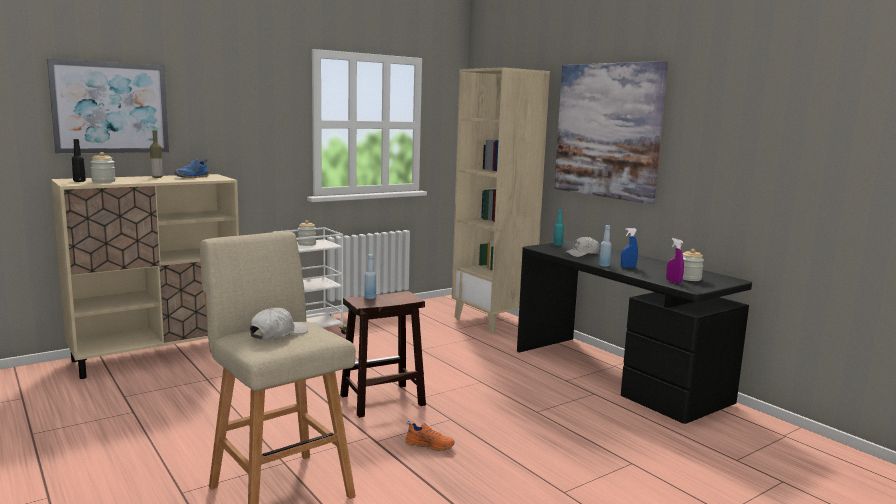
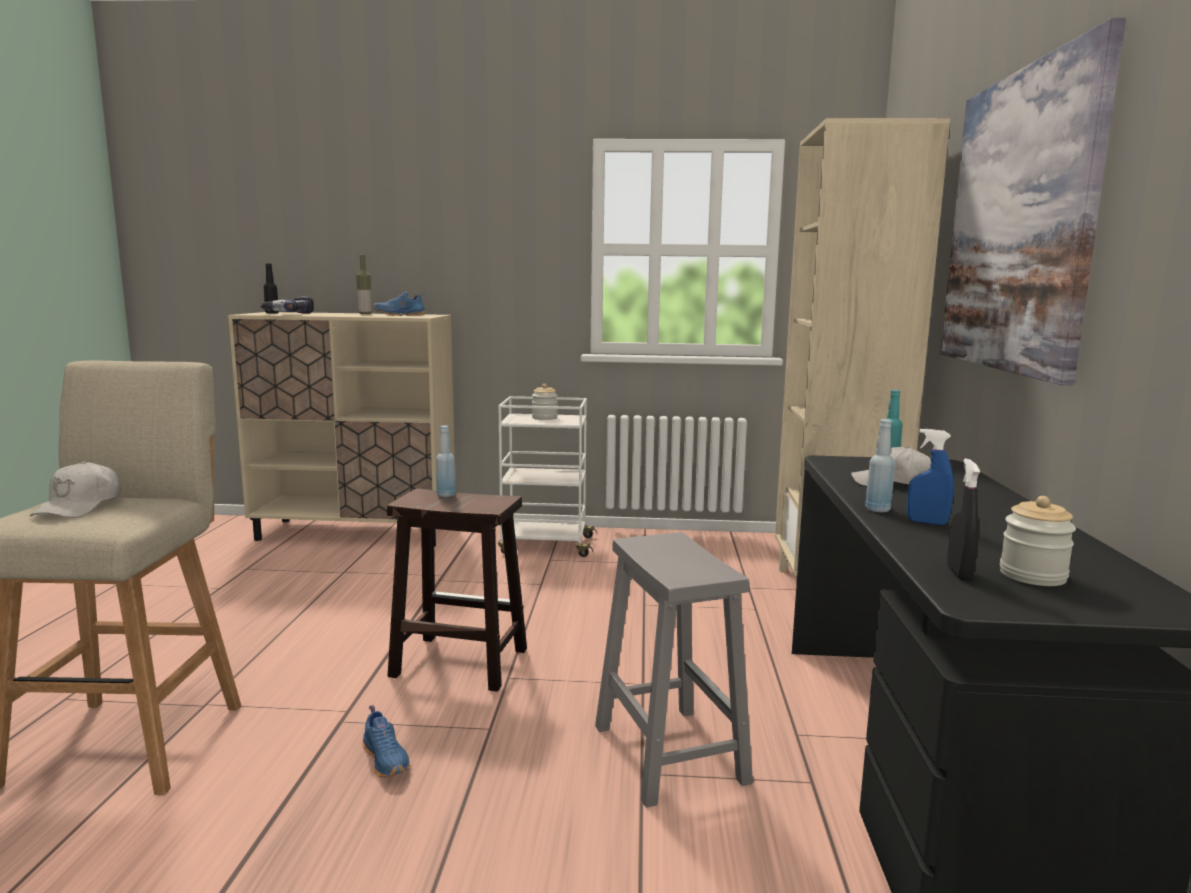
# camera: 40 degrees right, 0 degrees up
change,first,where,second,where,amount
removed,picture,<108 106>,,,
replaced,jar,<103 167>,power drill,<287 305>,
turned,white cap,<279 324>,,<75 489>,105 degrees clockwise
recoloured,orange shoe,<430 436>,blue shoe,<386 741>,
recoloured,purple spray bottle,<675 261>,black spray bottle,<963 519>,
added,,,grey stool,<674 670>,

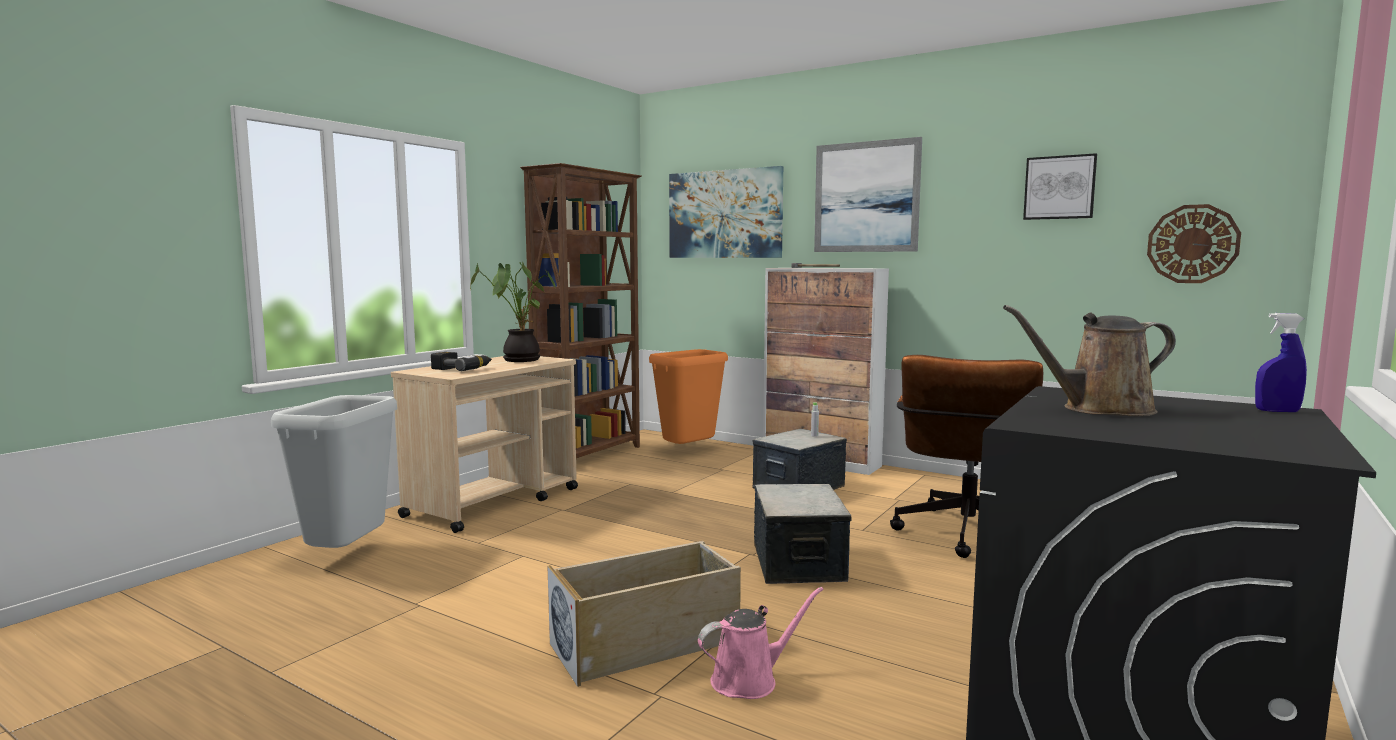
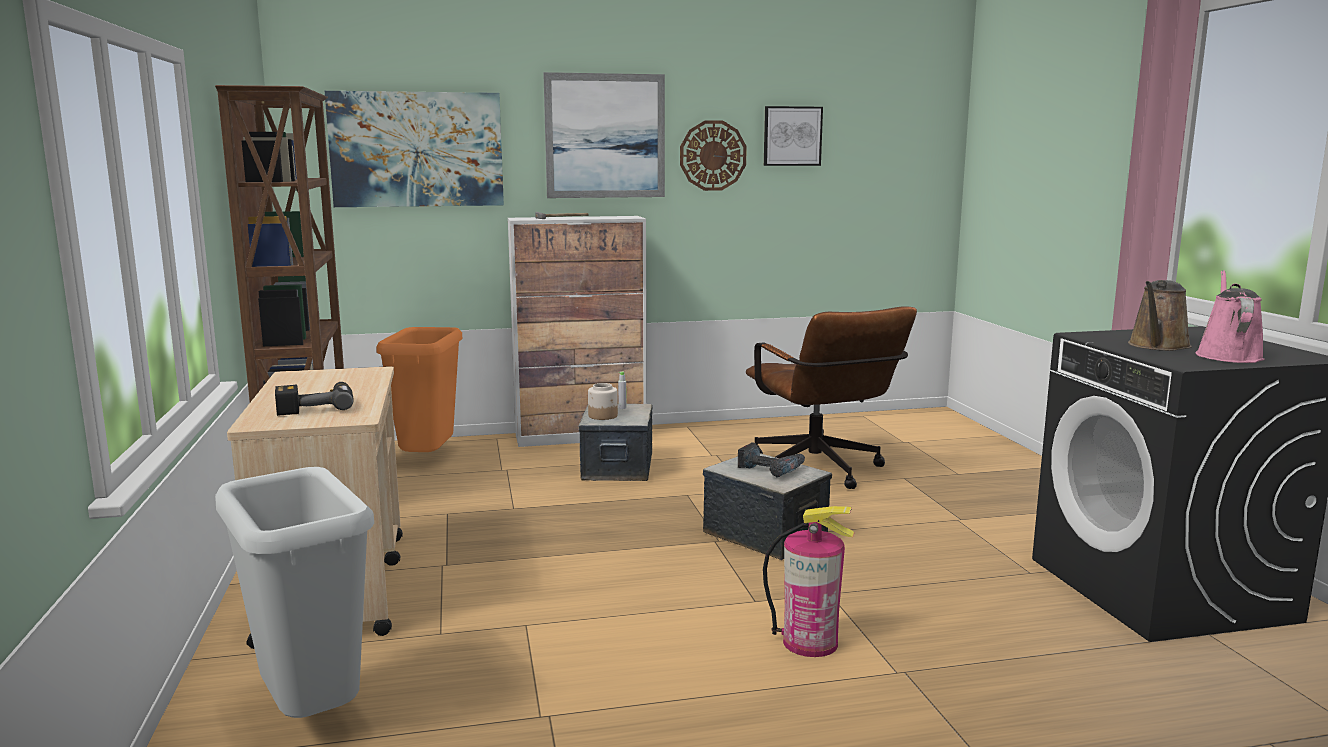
# camera: 45 degrees left, 5 degrees up
change,first,where,second,where,amount
removed,potted plant,<512 311>,,,
replaced,beige storage box,<644 614>,fire extinguisher,<809 581>,
moved,pink watering can,<760 643>,,<1230 316>,
moved,wall clock,<1194 243>,,<713 155>,
removed,blue spray bottle,<1281 362>,,,
added,,,jar,<603 401>,
added,,,power drill,<771 459>,

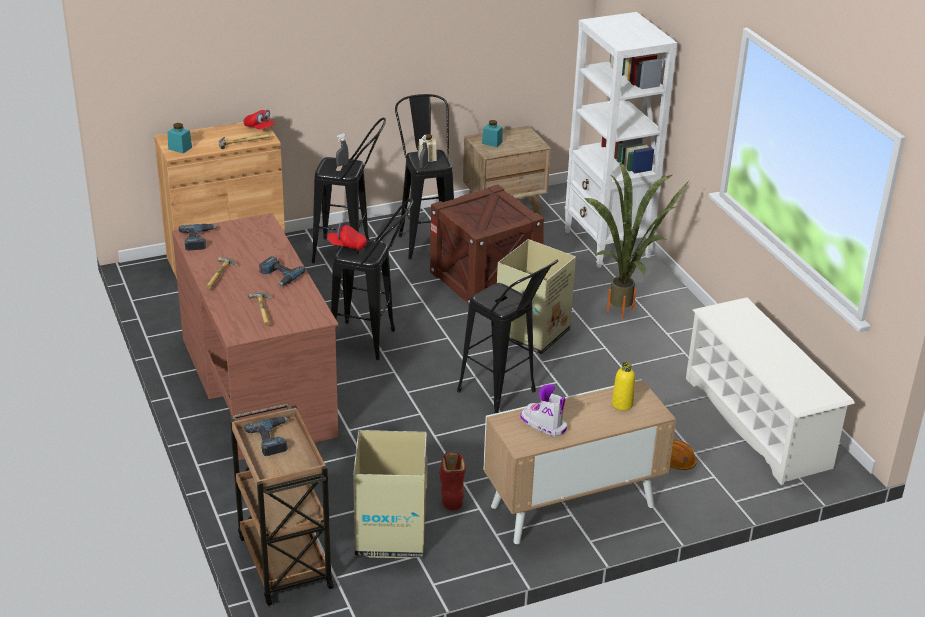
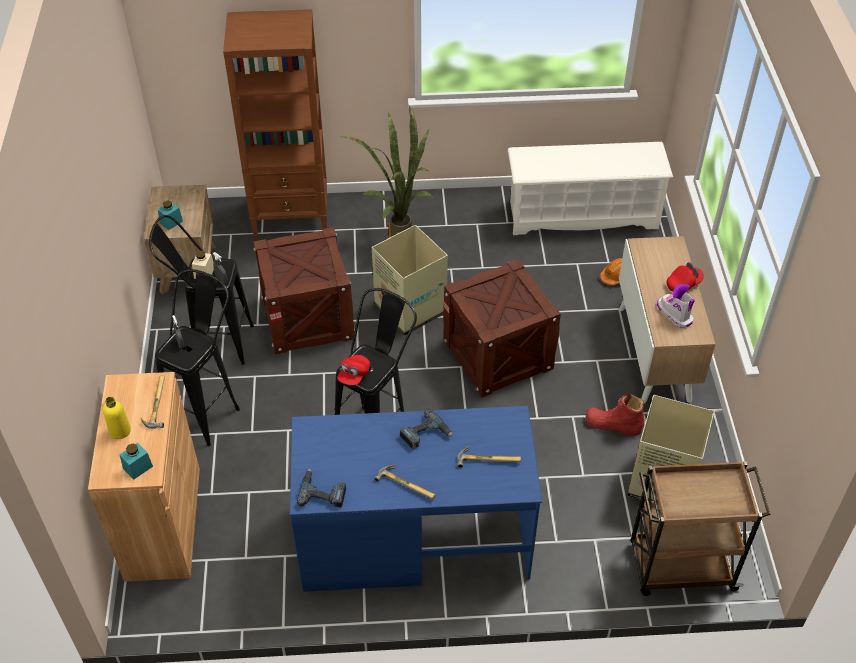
# camera: 70 degrees left, 15 degrees up
change,first,where,second,where,amount
recoloured,brown desk,<255 336>,blue desk,<416 499>,
moved,red cap,<259 119>,,<685 277>,
removed,power drill,<266 436>,,,
replaced,black stool,<507 337>,crate,<502 328>,
turned,boot,<543 410>,,<675 306>,90 degrees clockwise
recoloured,white bookcase,<621 140>,brown bookcase,<275 123>,
moved,yellow bottle,<623 386>,,<117 418>,

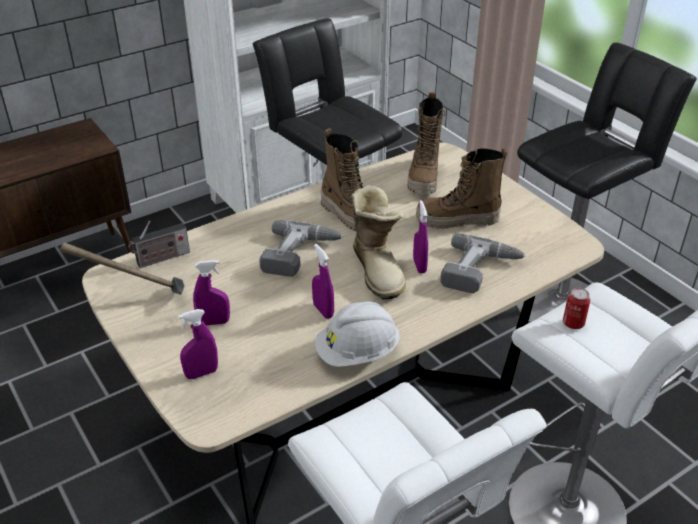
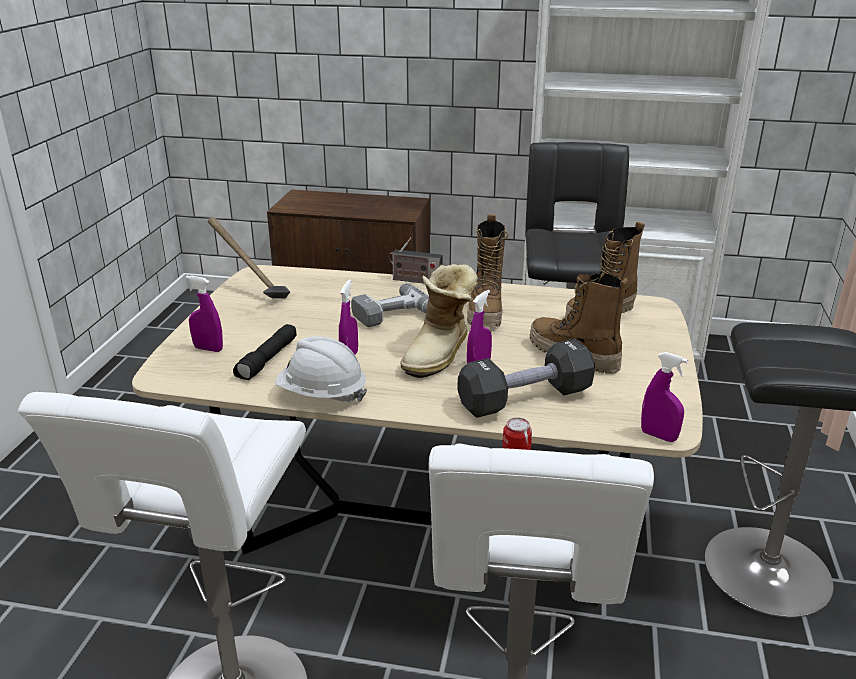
# camera: 45 degrees right, 10 degrees down
change,first,where,second,where,amount
moved,radio,<159 244>,,<415 260>,
moved,purple spray bottle,<211 292>,,<664 397>,
replaced,power drill,<483 263>,black dumbbell,<526 378>,
added,,,black flashlight,<265 352>,

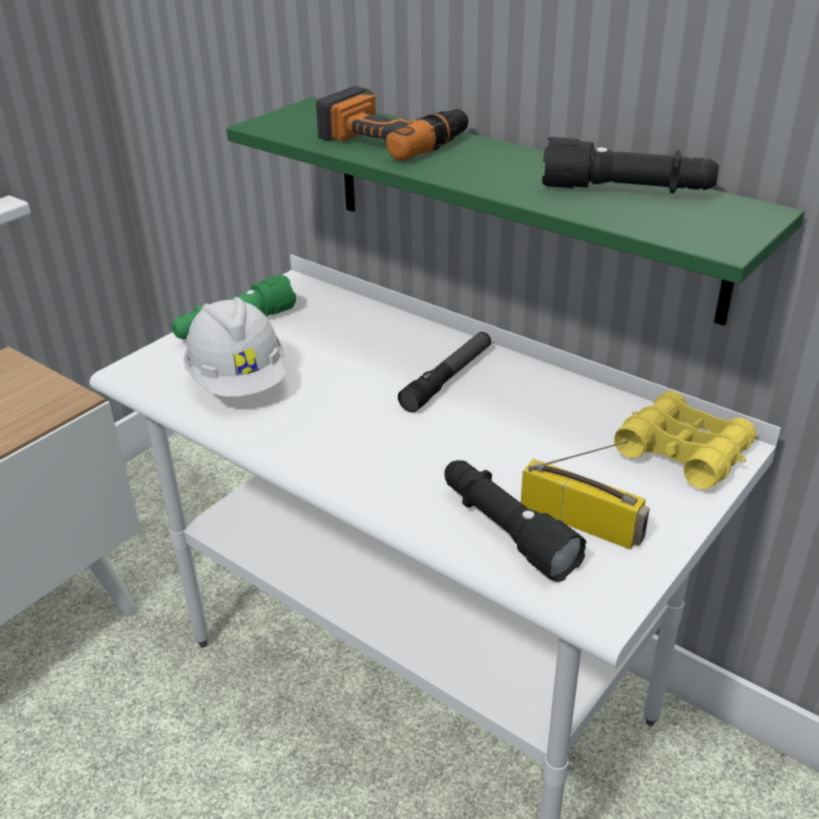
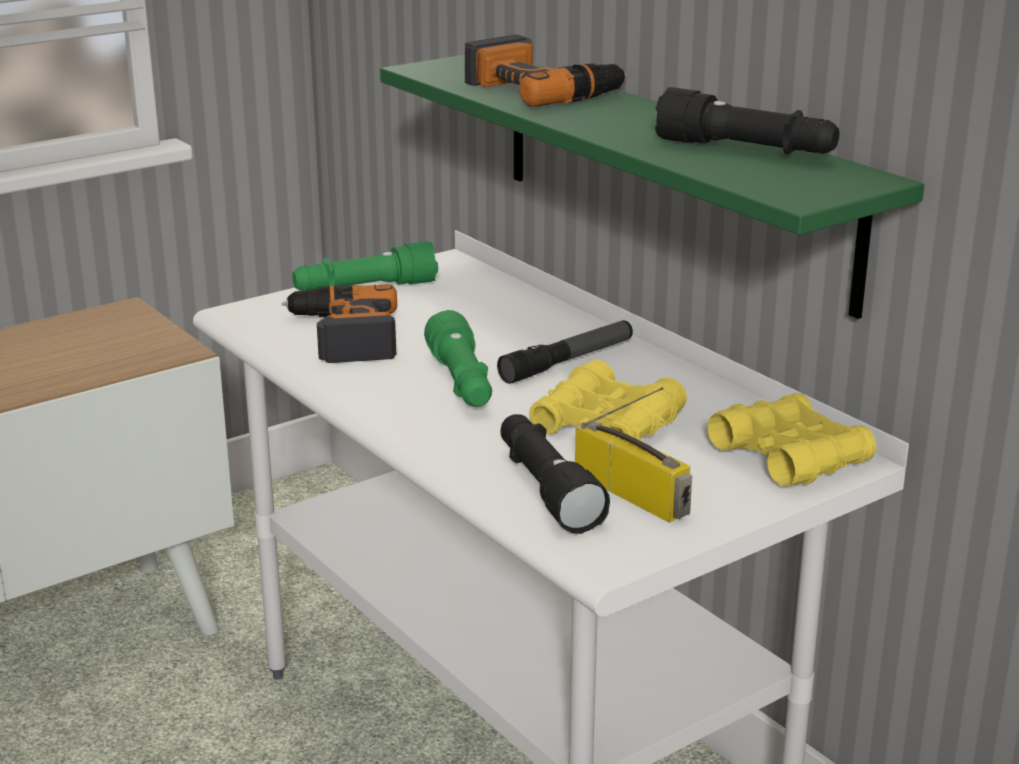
# camera: 15 degrees right, 10 degrees down
change,first,where,second,where,amount
replaced,white hard hat,<235 347>,power drill,<339 324>,
added,,,green flashlight,<458 358>,
added,,,yellow binoculars,<608 399>,

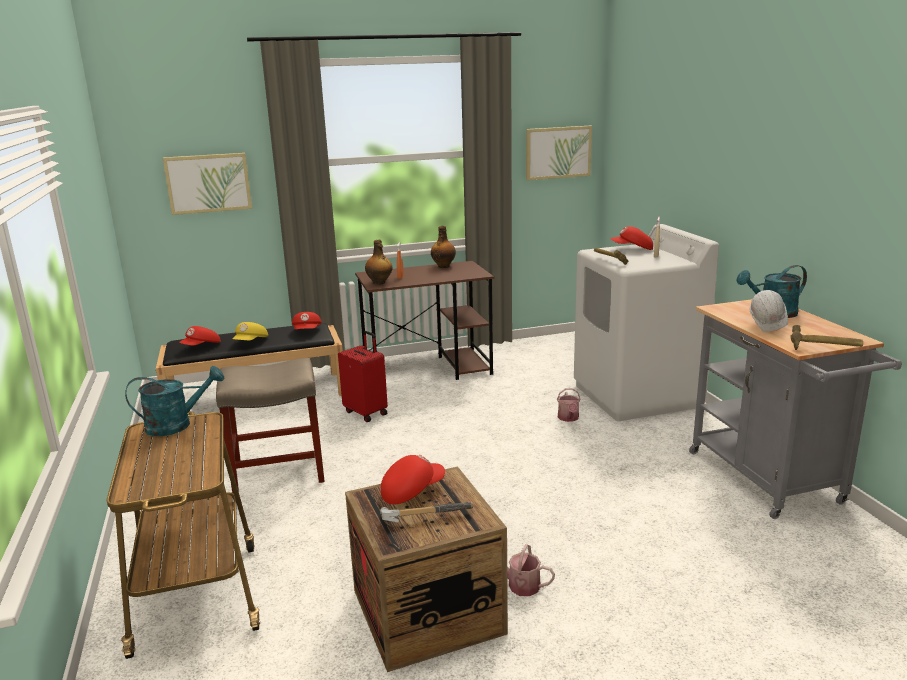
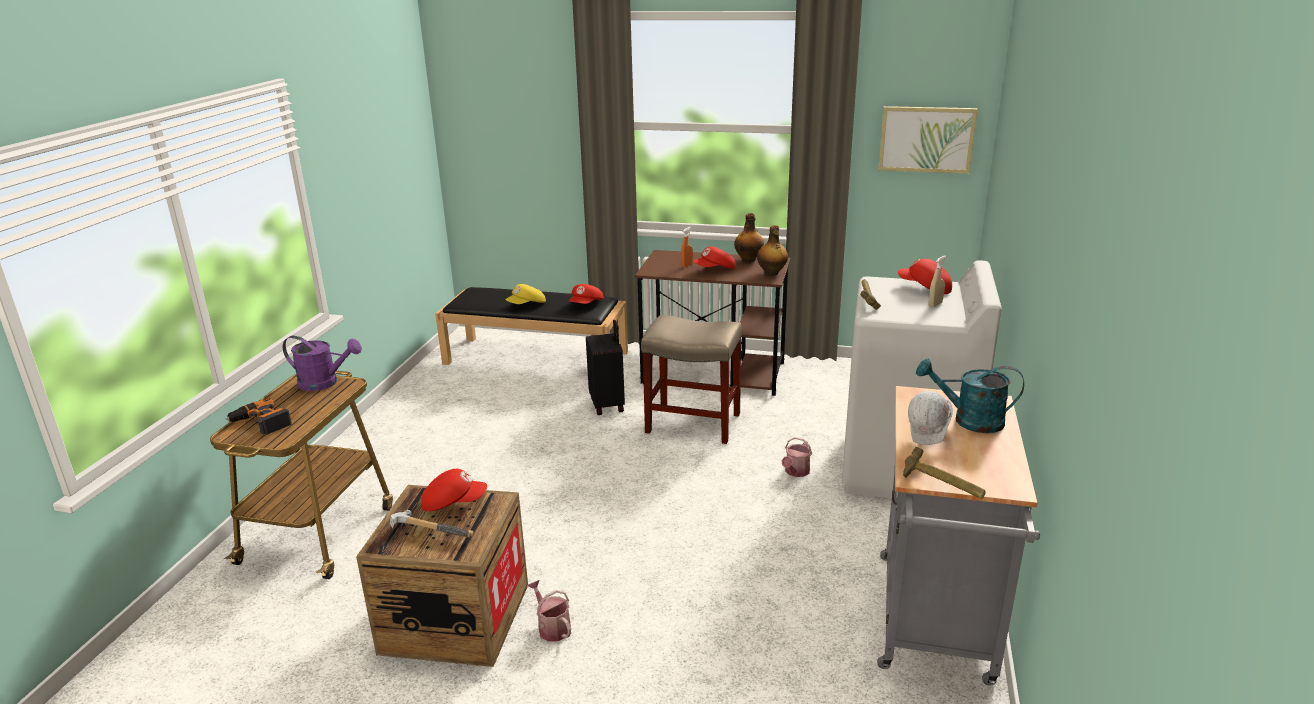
# camera: 30 degrees right, 5 degrees up
change,first,where,second,where,amount
recoloured,turquoise watering can,<174 401>,purple watering can,<322 363>,
removed,picture,<207 184>,,,
moved,red cap,<200 335>,,<714 258>,
moved,beige stool,<270 425>,,<691 379>,
recoloured,red suitcase,<363 376>,black suitcase,<605 367>,
moved,bottle,<378 262>,,<772 250>,
added,,,power drill,<259 416>,

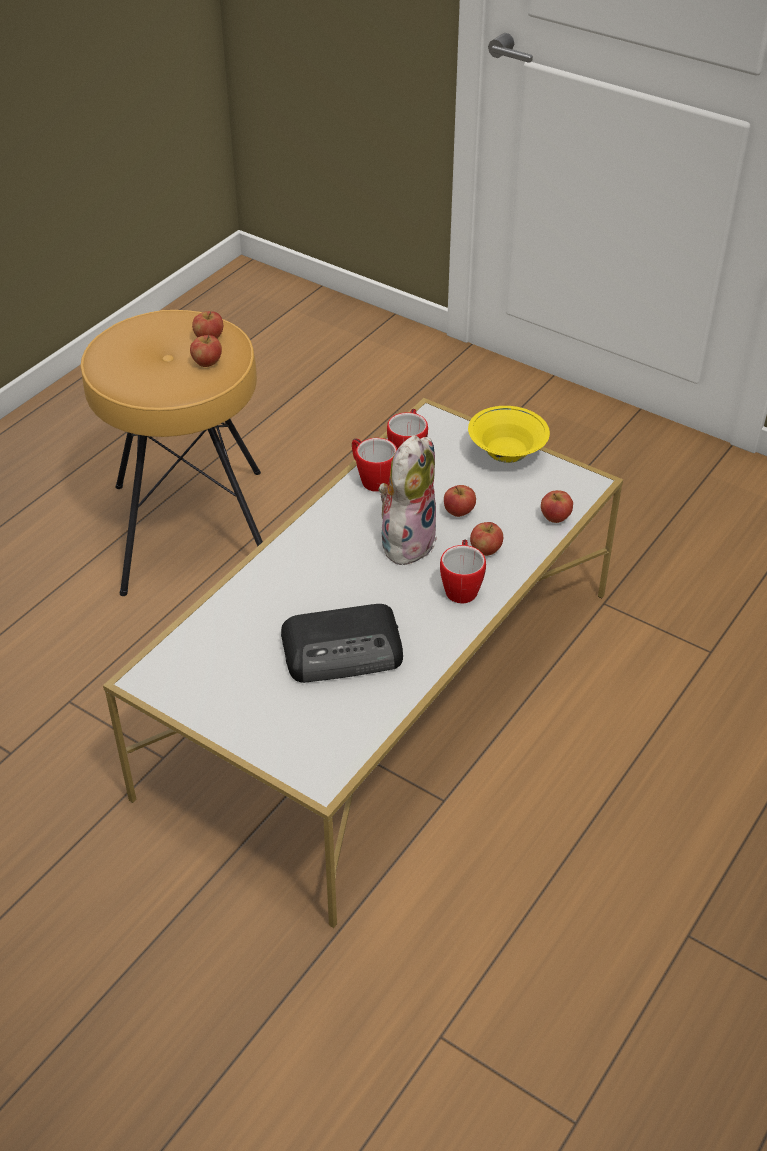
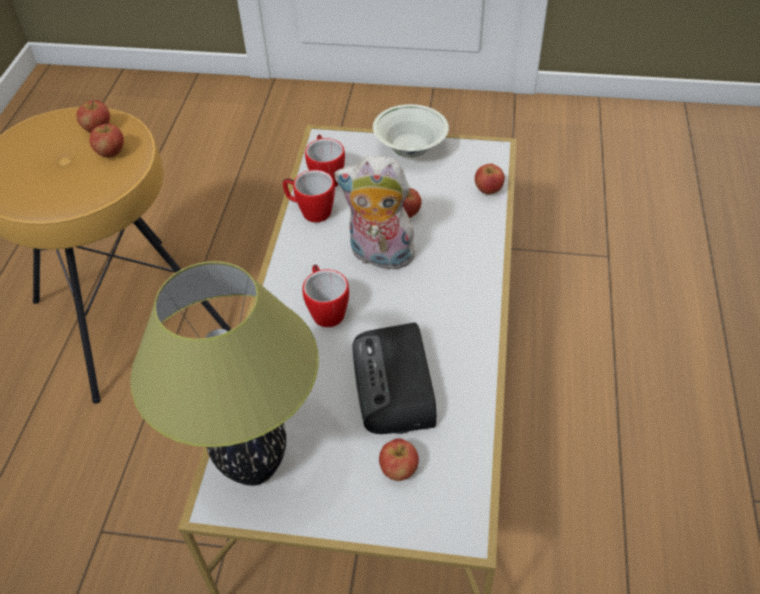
# camera: 25 degrees left, 5 degrees up
change,first,where,second,where,amount
turned,radio,<342 643>,,<394 378>,120 degrees clockwise
turned,plush toy,<407 500>,,<376 214>,75 degrees counterclockwise
moved,mug,<463 571>,,<325 295>,
recoloured,yellow bowl,<509 434>,white bowl,<411 130>,
moved,apple,<486 539>,,<399 460>,
added,,,table lamp,<224 373>,

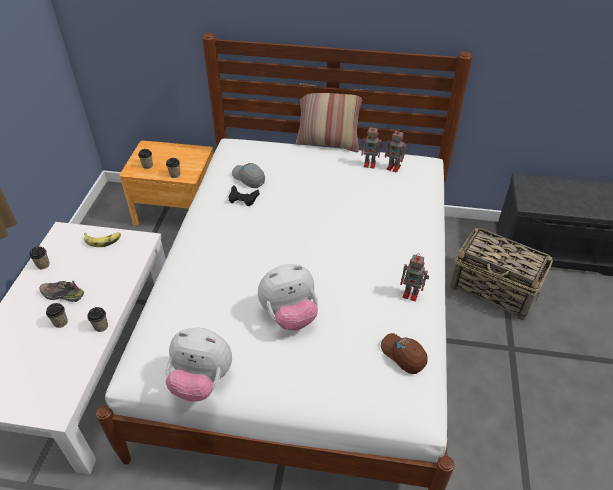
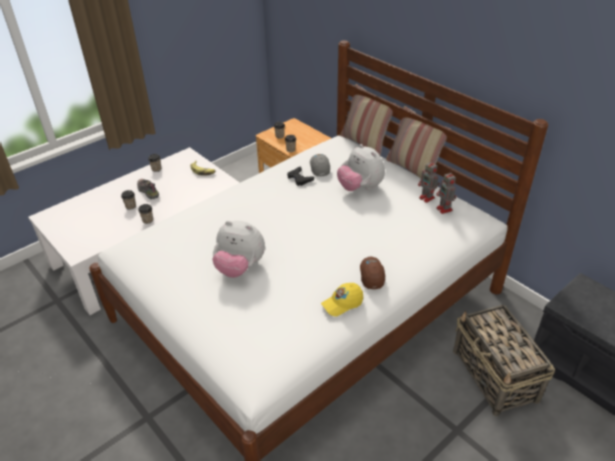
# camera: 40 degrees right, 5 degrees down
change,first,where,second,where,amount
moved,plush toy,<199 365>,,<361 167>,
moved,brown cap,<404 353>,,<372 272>,
replaced,toy robot,<414 277>,yellow cap,<342 300>,
added,,,pillow,<368 120>,

